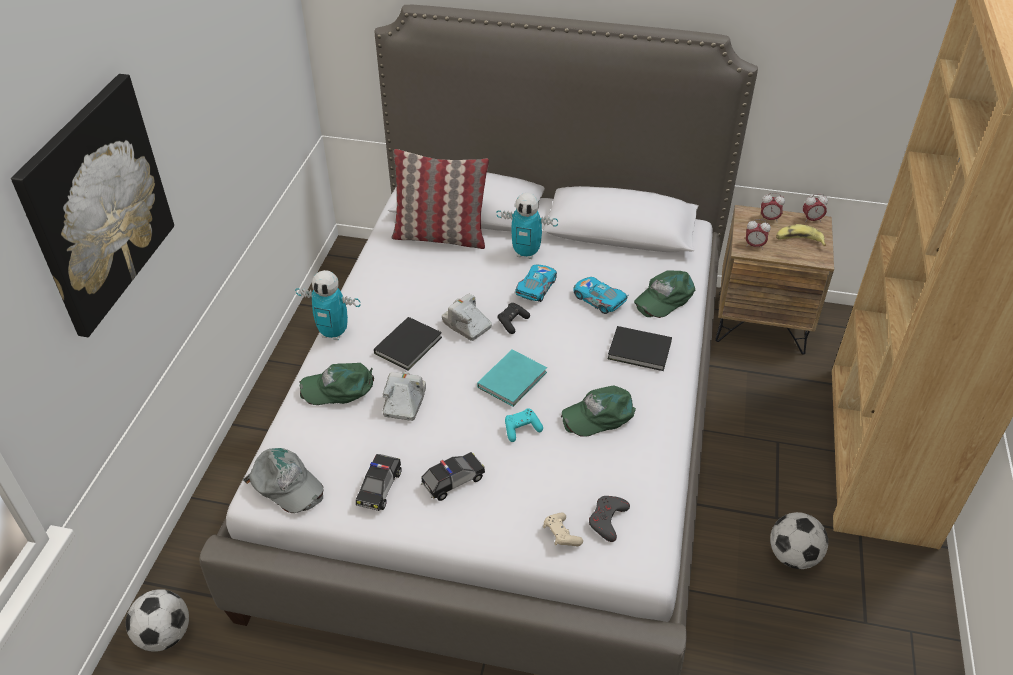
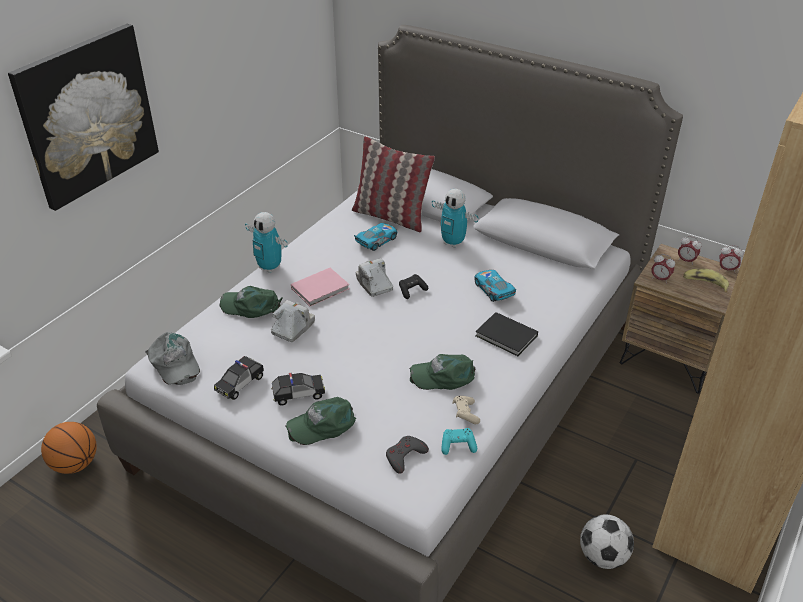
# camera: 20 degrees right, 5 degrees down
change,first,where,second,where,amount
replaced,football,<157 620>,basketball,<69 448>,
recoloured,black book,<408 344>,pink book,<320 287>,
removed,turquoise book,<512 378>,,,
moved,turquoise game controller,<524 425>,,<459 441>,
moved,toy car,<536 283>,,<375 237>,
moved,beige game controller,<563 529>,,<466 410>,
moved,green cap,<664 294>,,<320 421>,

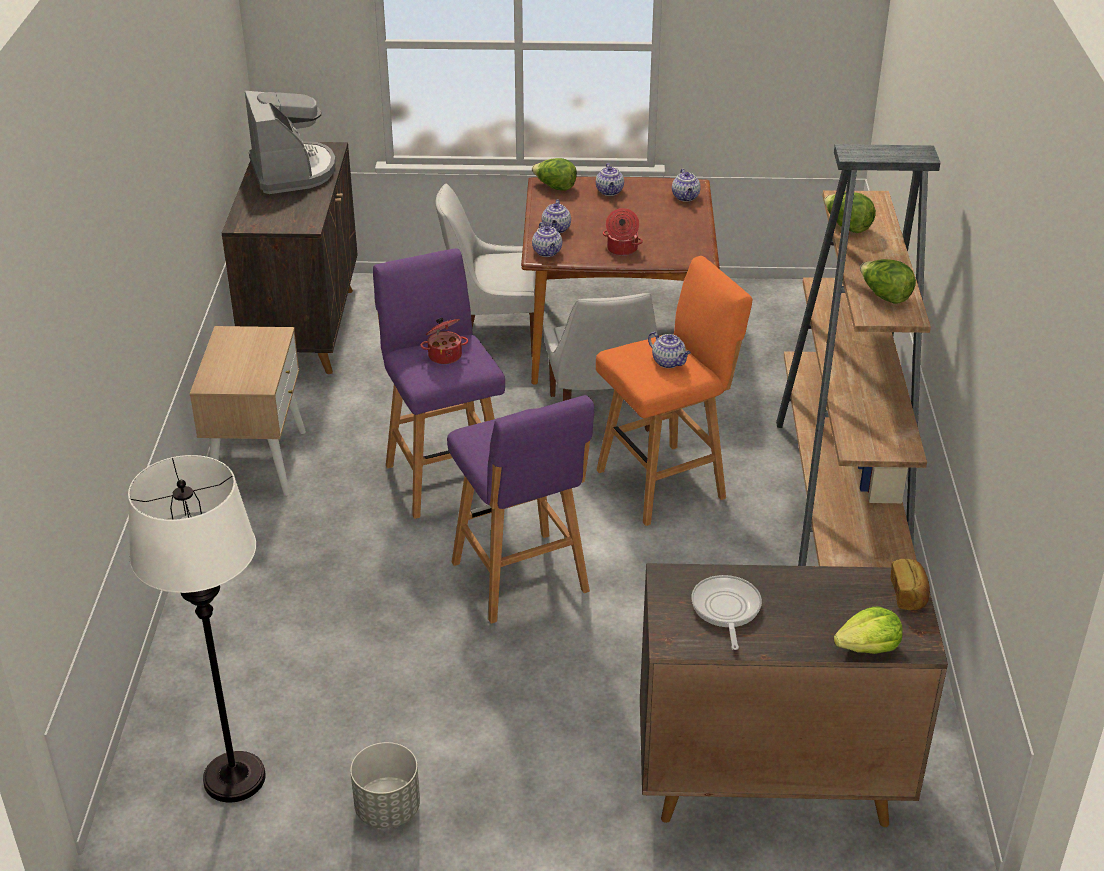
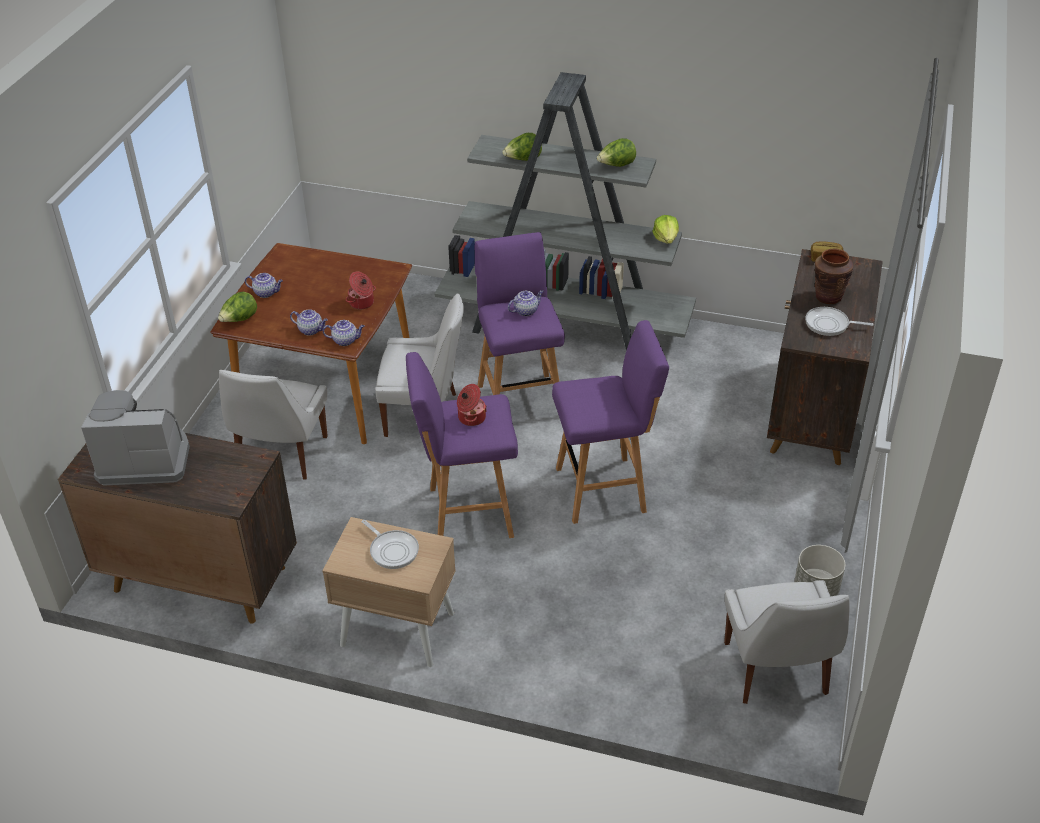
# camera: 75 degrees left, 5 degrees up
change,first,where,second,where,amount
replaced,white floor lamp,<197 629>,white chair,<787 642>,
recoloured,orange stool,<674 391>,purple stool,<520 313>,
removed,teapot,<686 185>,,,
recoloured,brown bookcase,<858 355>,grey bookcase,<565 211>,
moved,lettuce,<868 630>,,<666 229>,
added,,,frying pan,<390 544>,
added,,,brown vase,<834 276>,

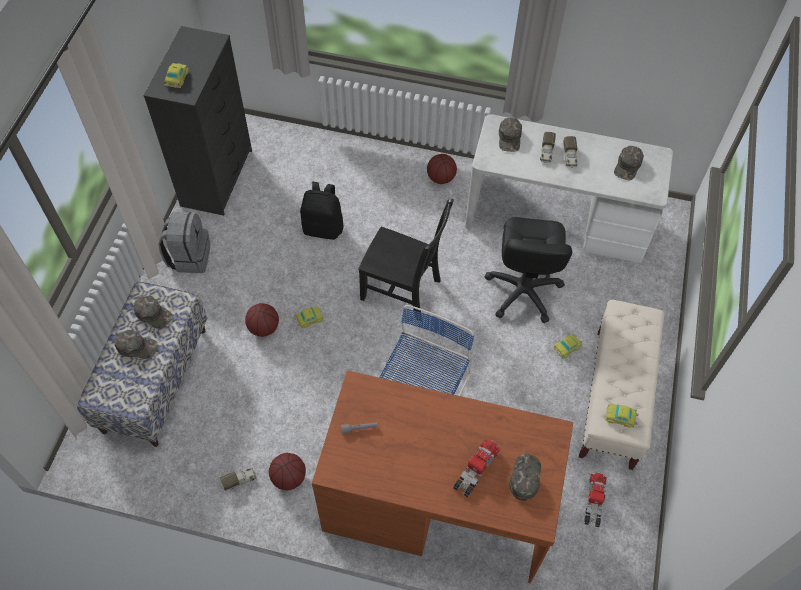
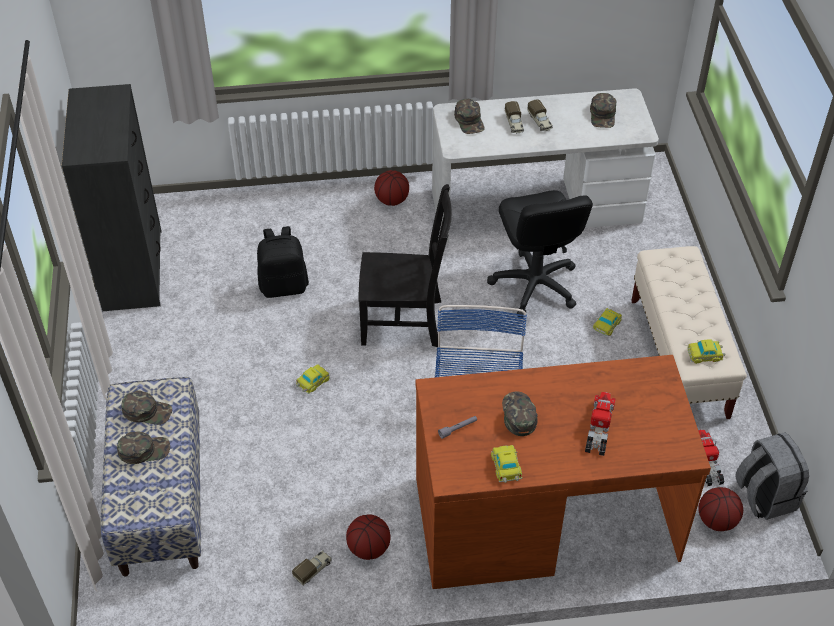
# camera: 20 degrees left, 10 degrees down
change,first,where,second,where,amount
moved,grey backpack,<184 242>,,<772 476>,
moved,toy car,<176 75>,,<506 464>,
moved,basketball,<262 320>,,<720 509>,
moved,green cap,<525 477>,,<520 413>,

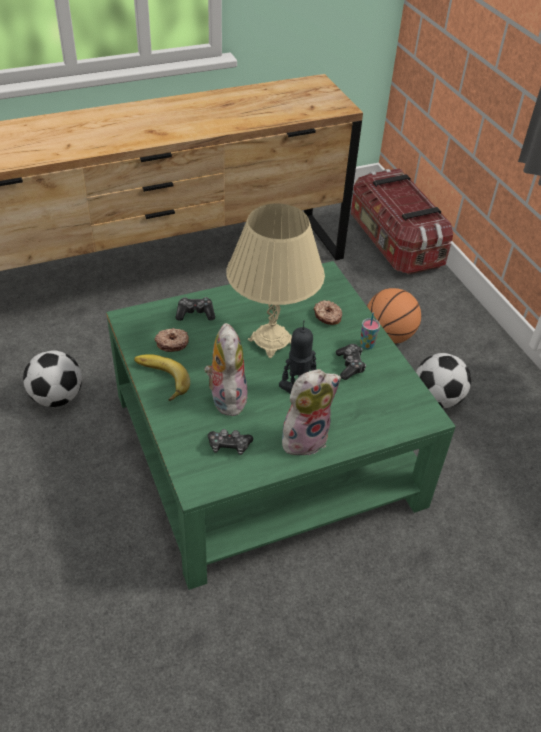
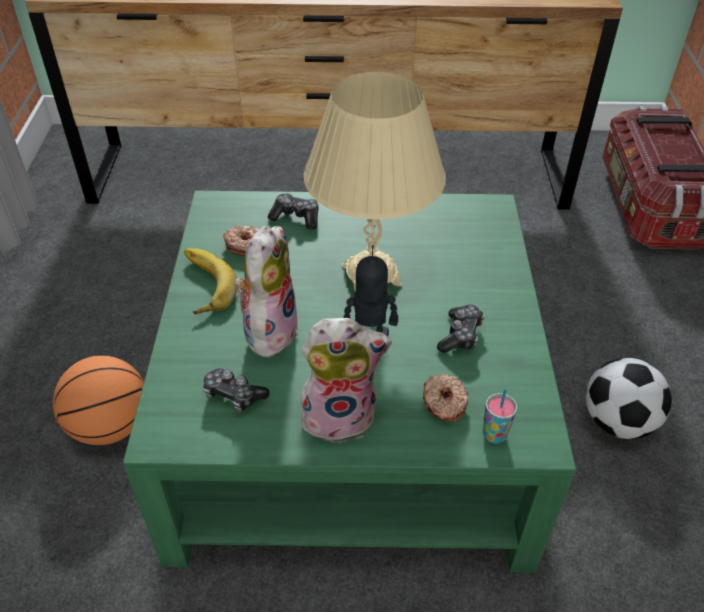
# camera: 25 degrees right, 0 degrees up
change,first,where,second,where,amount
removed,football,<52 378>,,,
moved,donut,<328 312>,,<445 398>,
moved,cup,<370 331>,,<500 416>,
moved,basketball,<394 316>,,<98 400>,

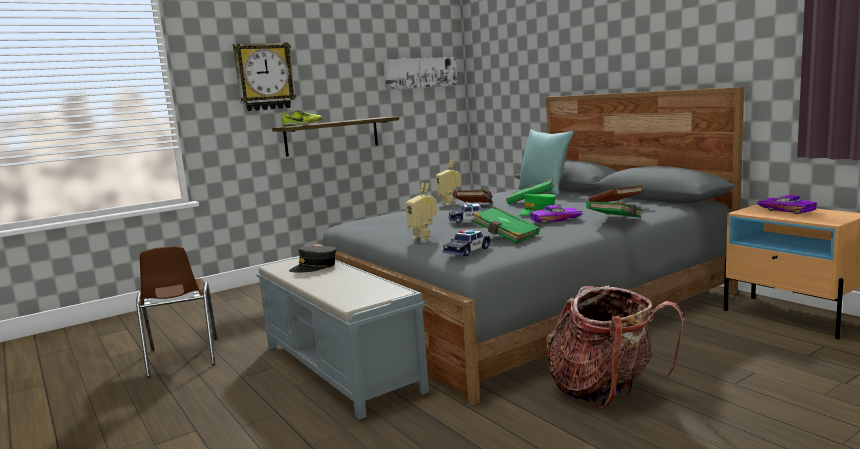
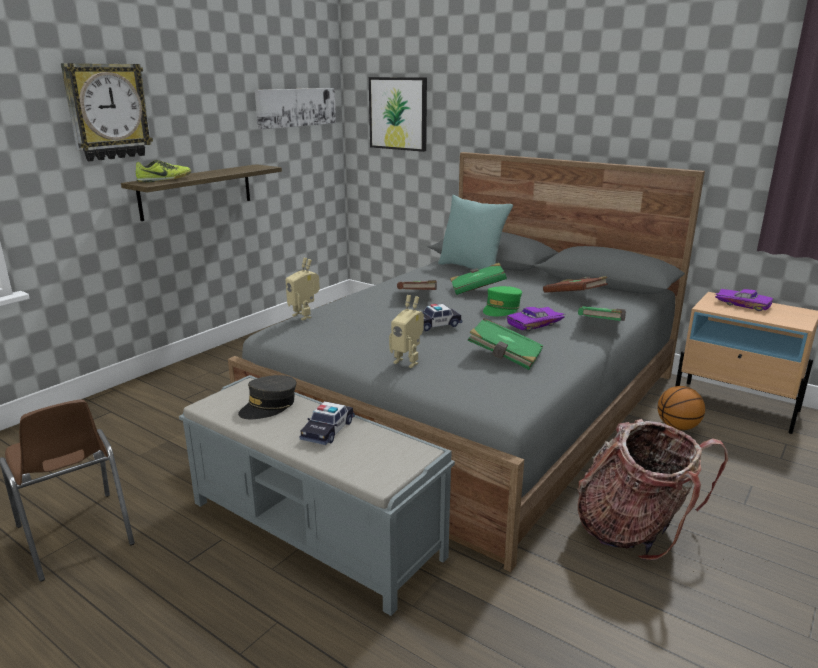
# camera: 20 degrees left, 10 degrees up
change,first,where,second,where,amount
moved,toy robot,<448 182>,,<302 289>,
moved,toy car,<467 243>,,<327 423>,
added,,,picture,<398 114>,
added,,,basketball,<681 408>,

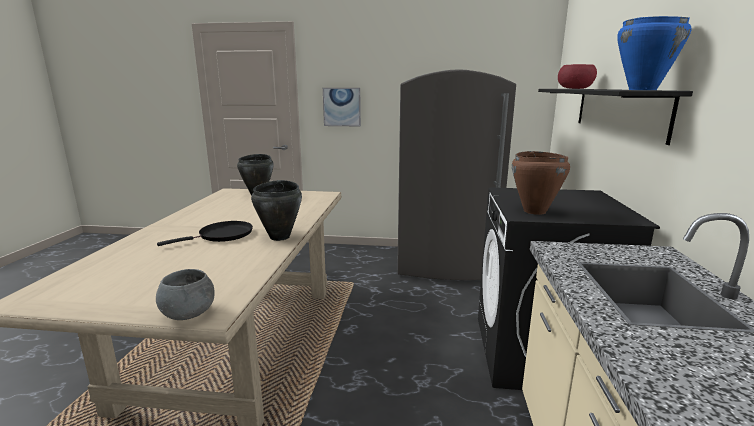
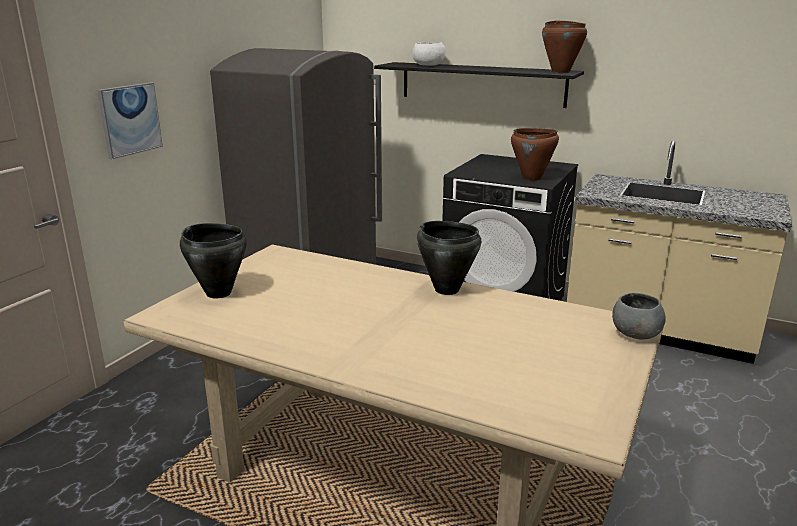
# camera: 70 degrees left, 5 degrees up
change,first,where,second,where,amount
removed,black frying pan,<205 233>,,,
recoloured,red bowl,<577 76>,white bowl,<429 54>,
recoloured,blue cooking pot,<654 53>,brown cooking pot,<564 46>,

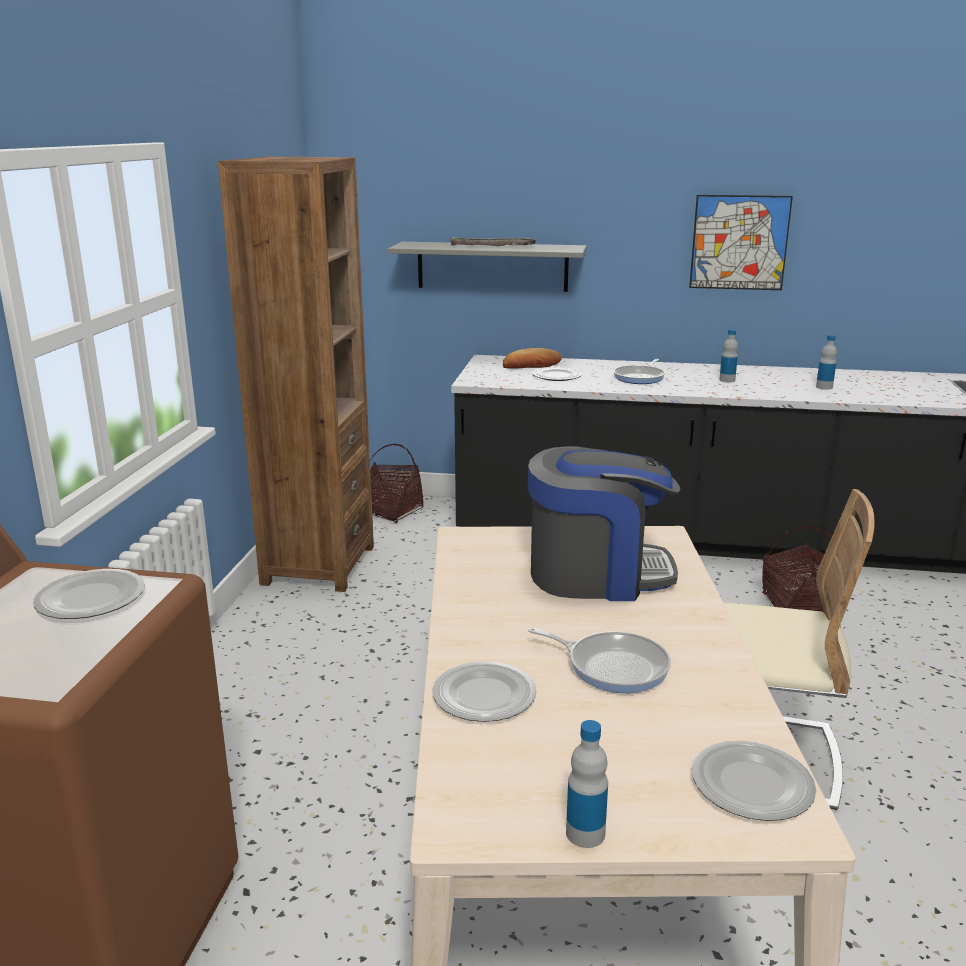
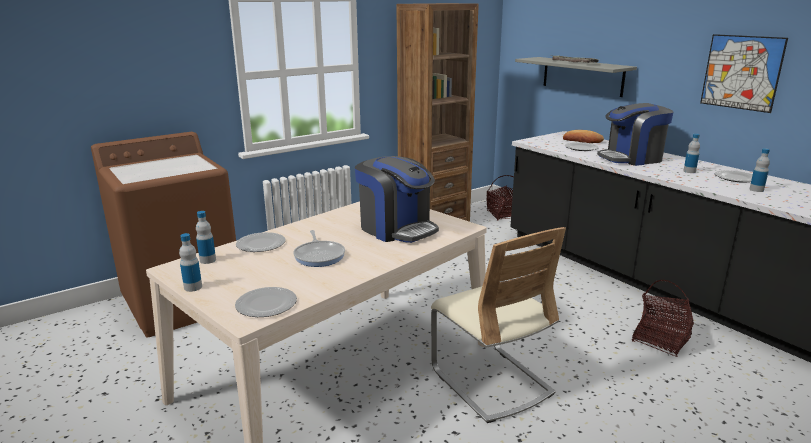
# camera: 45 degrees right, 0 degrees up
change,first,where,second,where,amount
moved,plate,<89 594>,,<734 176>,
replaced,frying pan,<639 371>,coffee machine,<635 134>,
added,,,bottle,<206 237>,

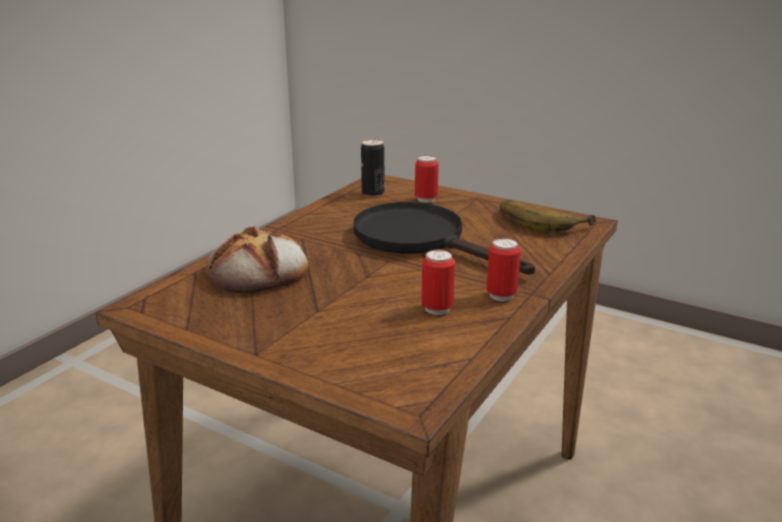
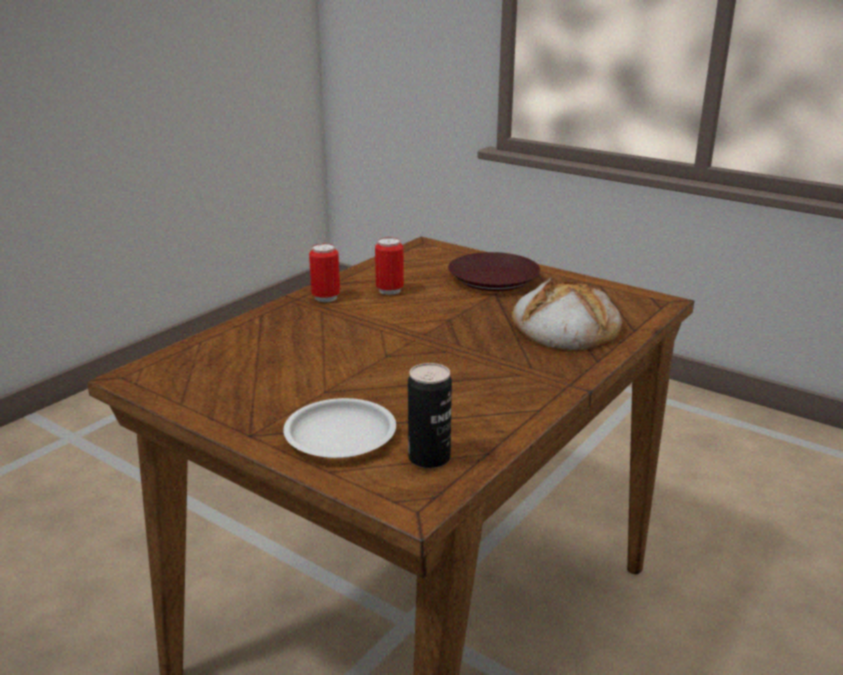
# camera: 175 degrees left, 0 degrees up
change,first,where,second,where,amount
removed,black frying pan,<444 238>,,,
replaced,can,<427 179>,white plate,<339 428>,
removed,banana,<548 216>,,,
added,,,brown plate,<494 271>,

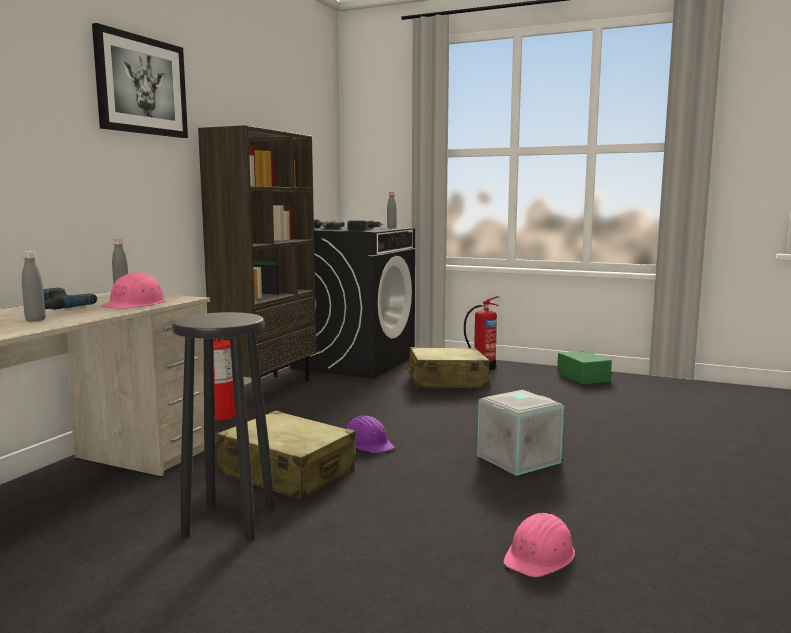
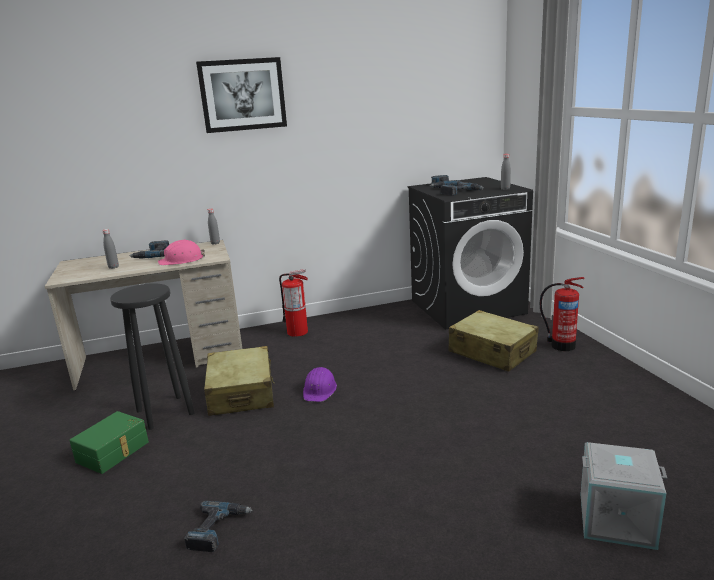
# camera: 50 degrees right, 10 degrees up
change,first,where,second,where,amount
removed,brown bookcase,<257 253>,,,
moved,grey storage box,<520 433>,,<624 496>,
replaced,pink hard hat,<539 545>,power drill,<218 526>,
moved,green storage box,<584 367>,,<109 442>,

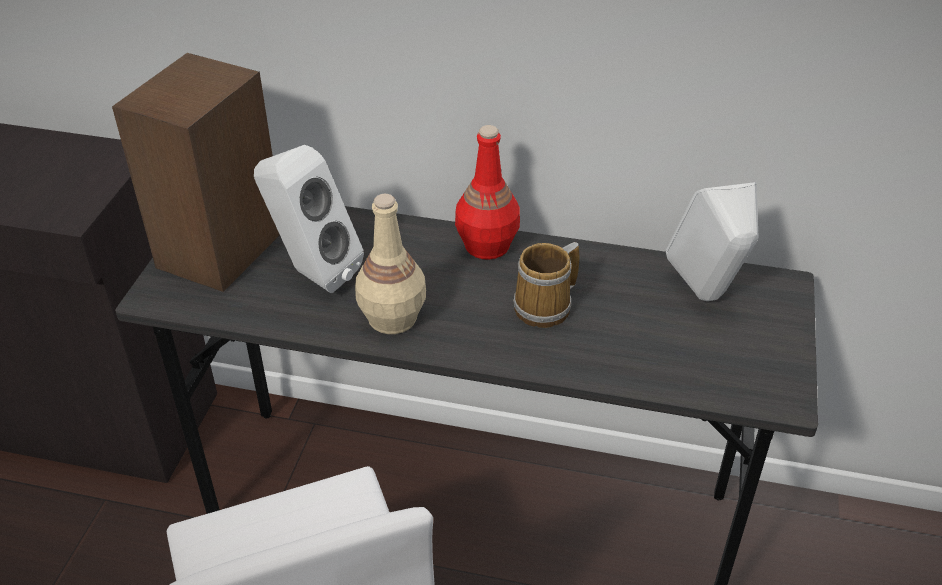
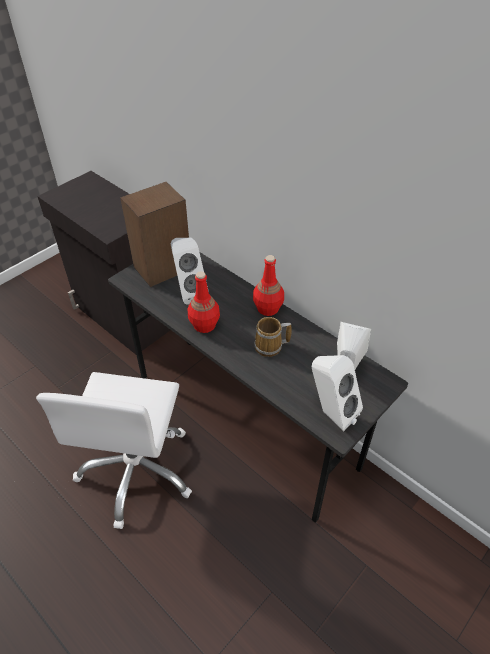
# camera: 30 degrees right, 5 degrees up
change,first,where,second,where,amount
recoloured,beige bottle,<390 264>,red bottle,<204 302>,
added,,,white speaker,<337 393>,

